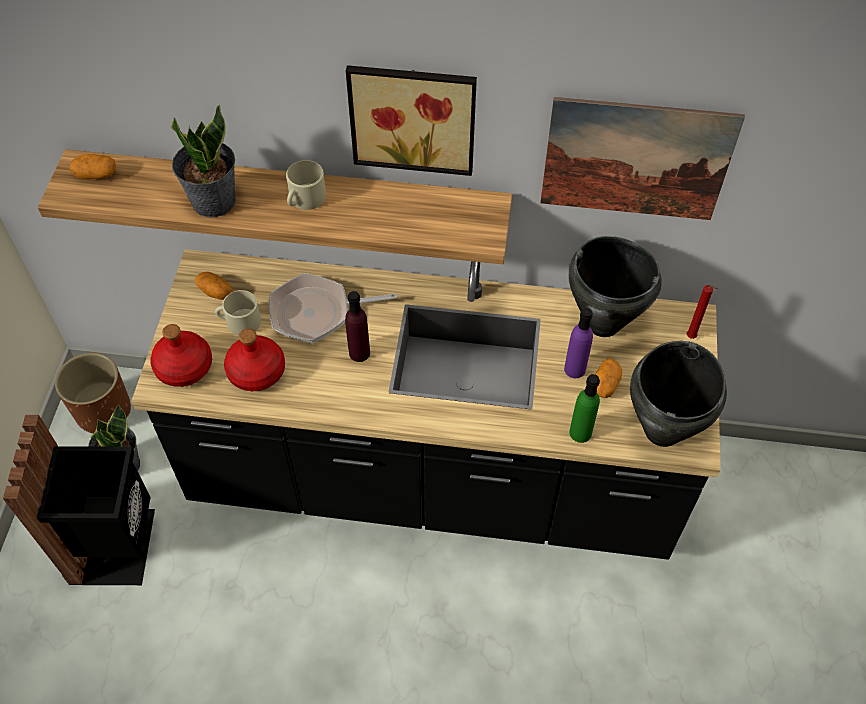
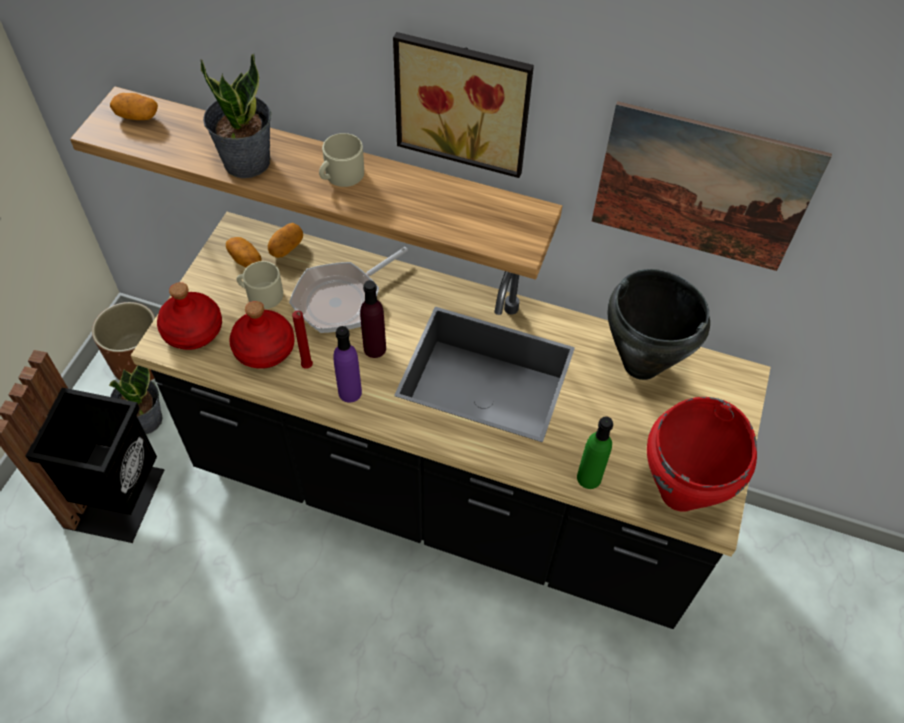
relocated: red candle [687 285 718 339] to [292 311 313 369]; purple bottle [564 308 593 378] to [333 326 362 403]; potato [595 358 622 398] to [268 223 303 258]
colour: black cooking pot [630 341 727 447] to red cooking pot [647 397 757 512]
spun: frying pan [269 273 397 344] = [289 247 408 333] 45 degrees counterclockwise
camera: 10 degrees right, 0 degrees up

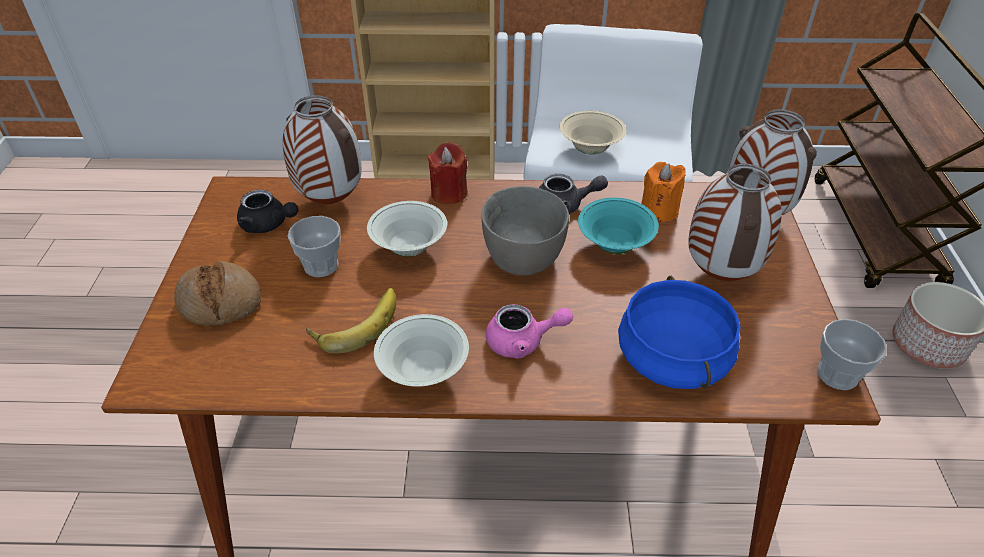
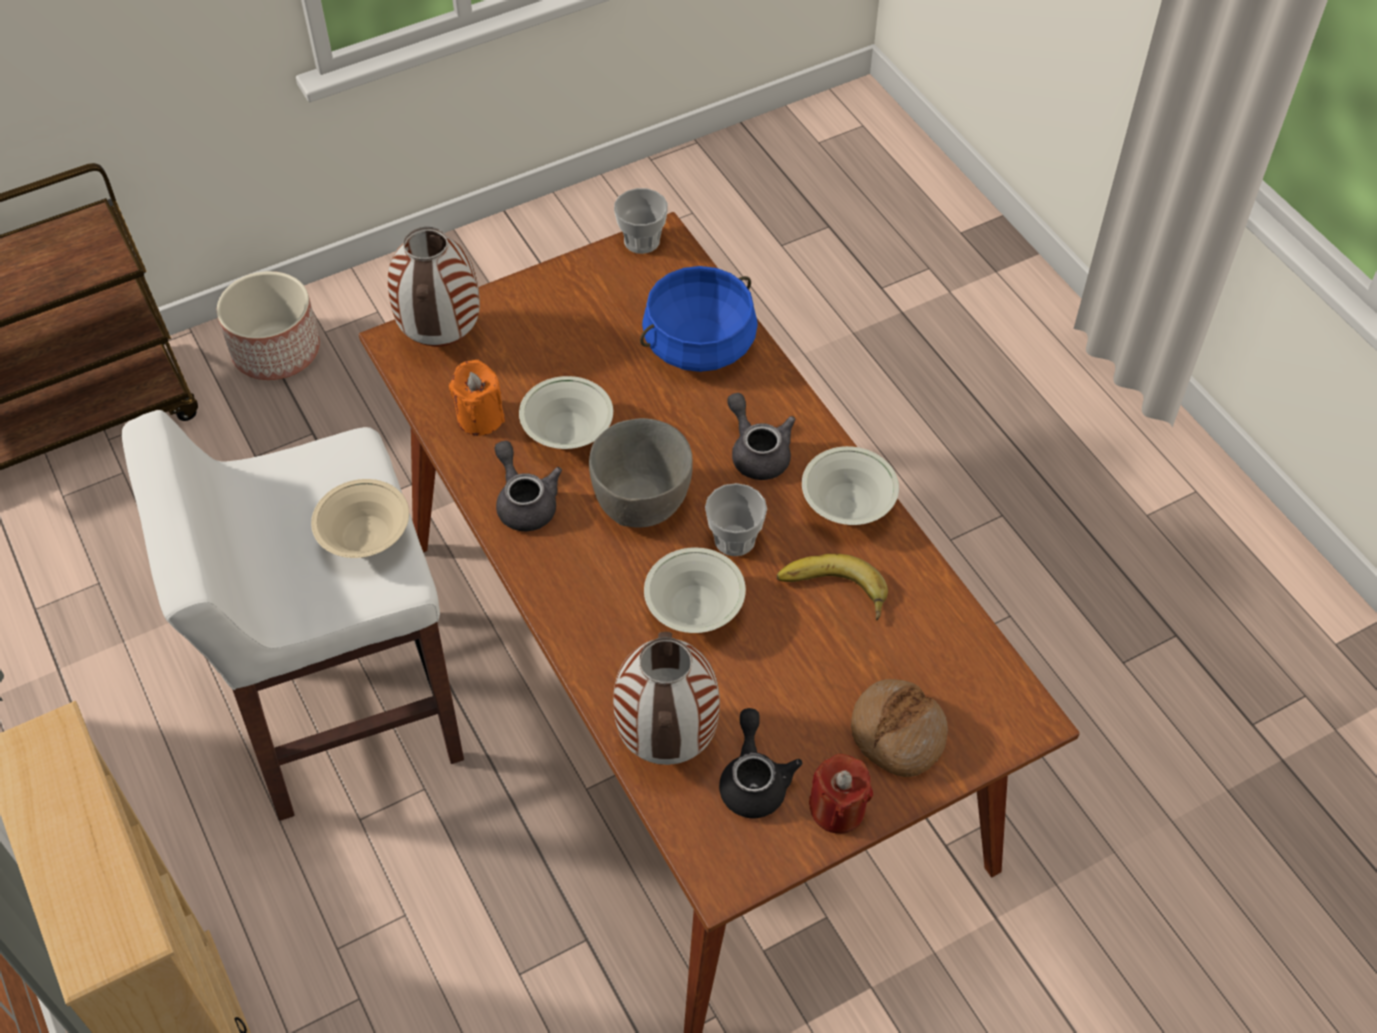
missing: vase [688 164 782 281]
relocated: red candle [428 142 468 204] to [809 754 873 834]; cup [288 216 340 277] to [705 483 767 556]
colour: turquoise bowl [578 198 659 254] to white bowl [519 376 613 449]; pink teapot [486 304 573 358] to grey teapot [727 393 796 480]
camera: 120 degrees left, 10 degrees up

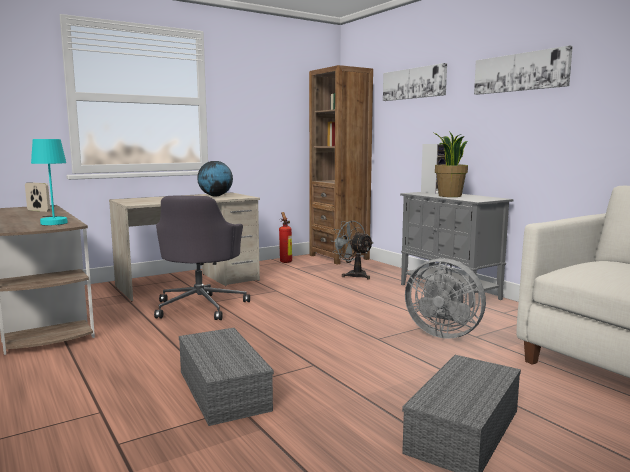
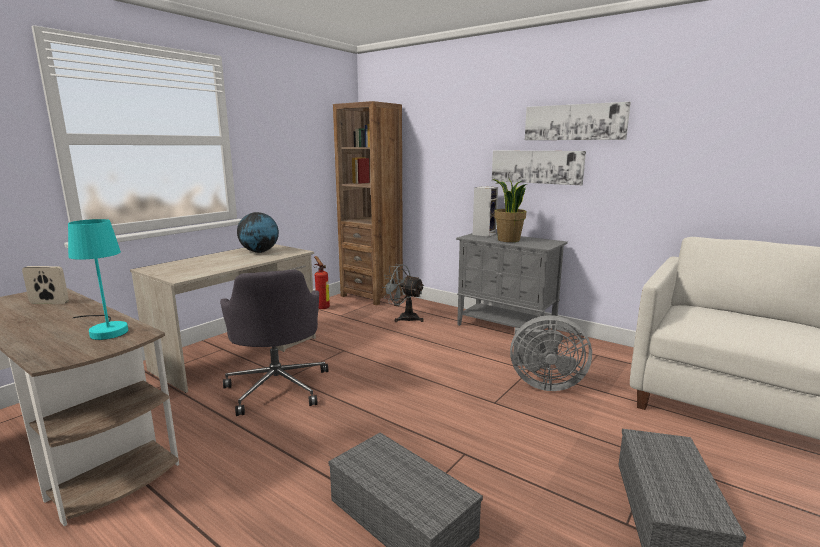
relocated: picture [383 63 447 101] to [492 150 586 185]
camera: 20 degrees left, 5 degrees up

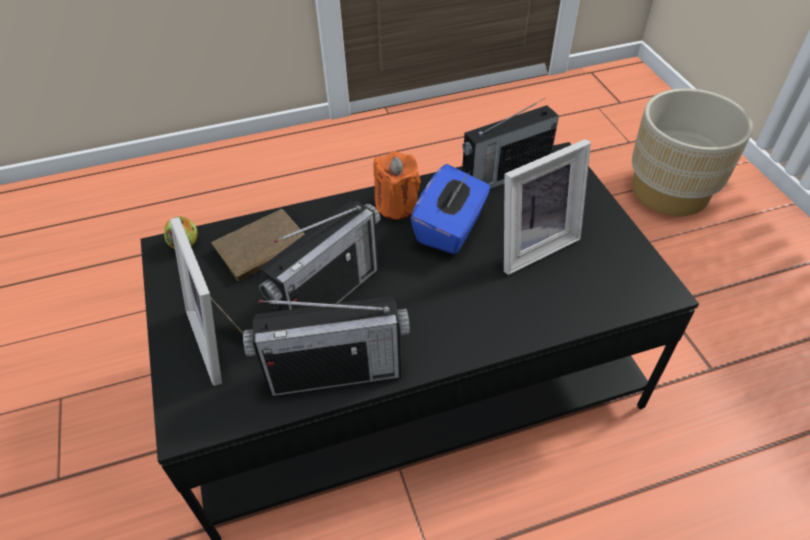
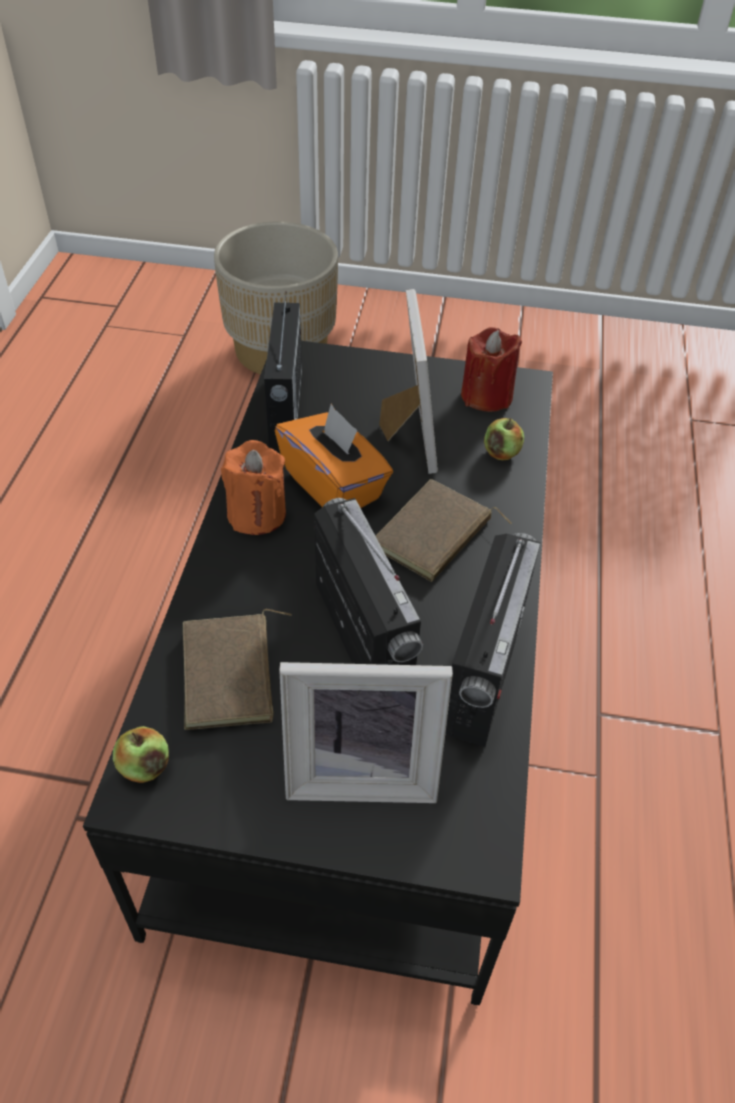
appeared: red candle [461 327 522 412]; apple [484 418 524 460]; brown book [376 479 512 582]
colour: blue tissue box [411 164 490 254] to orange tissue box [275 404 393 508]
camera: 65 degrees left, 0 degrees up

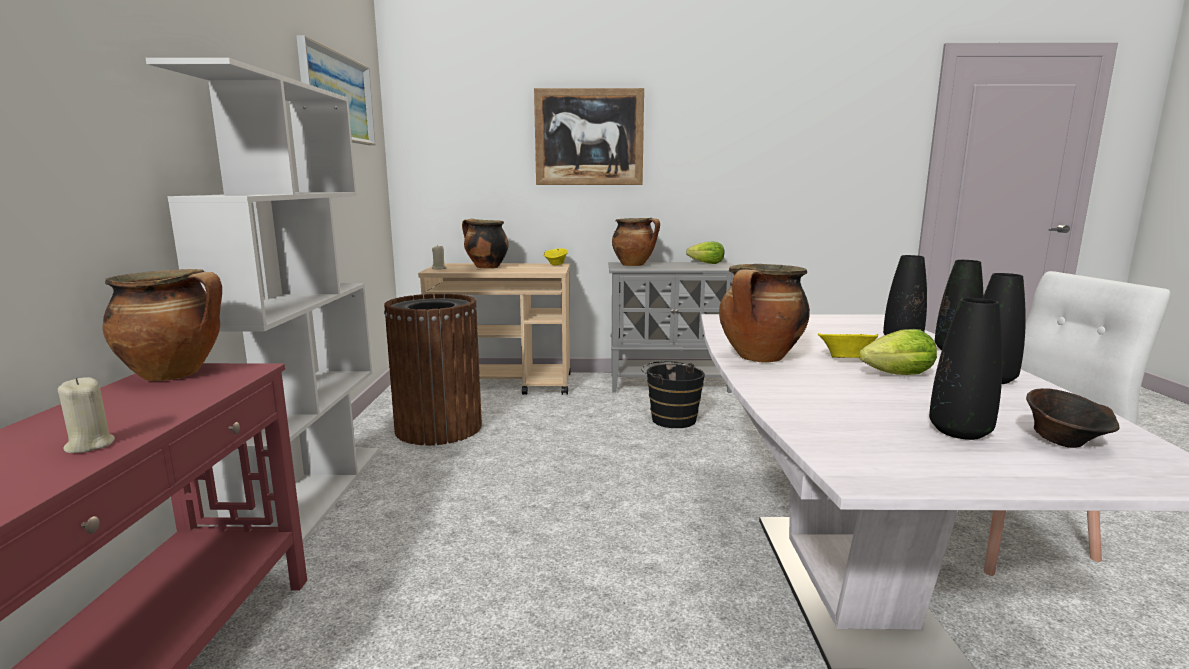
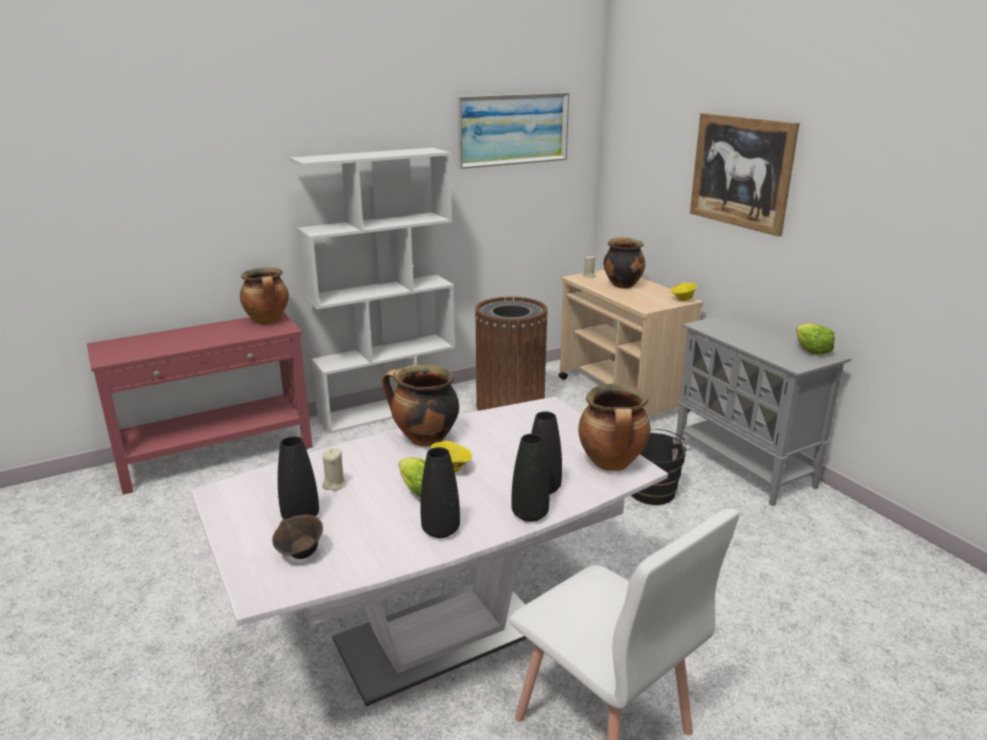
relocated: cooking pot [612 218 660 266] to [578 384 651 471]; beige candle [58 377 115 453] to [322 448 347 491]
camera: 60 degrees right, 10 degrees up

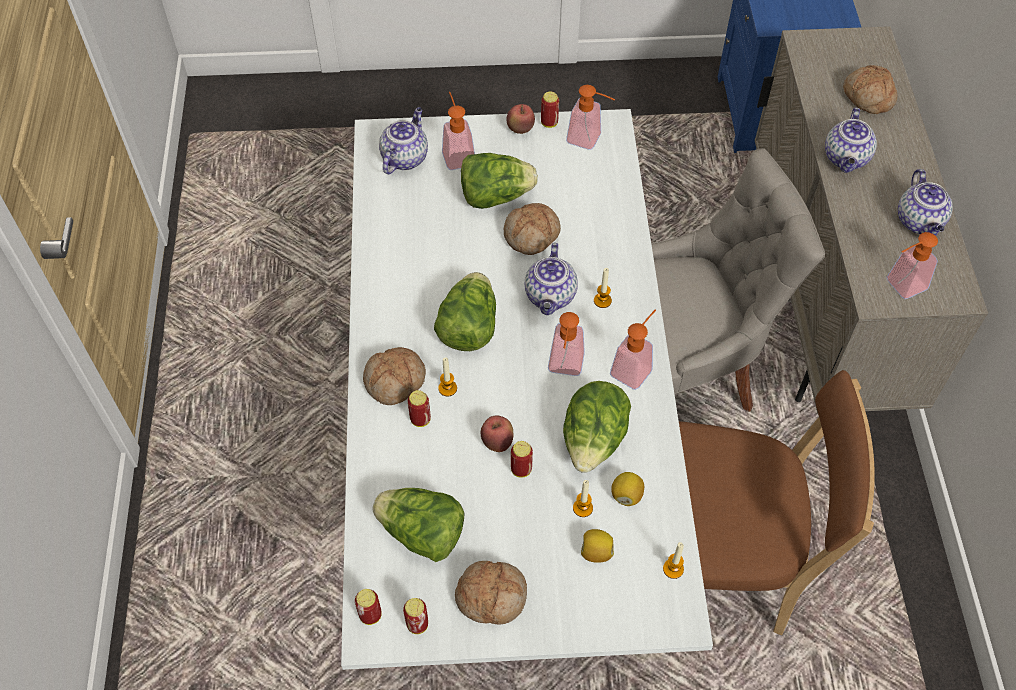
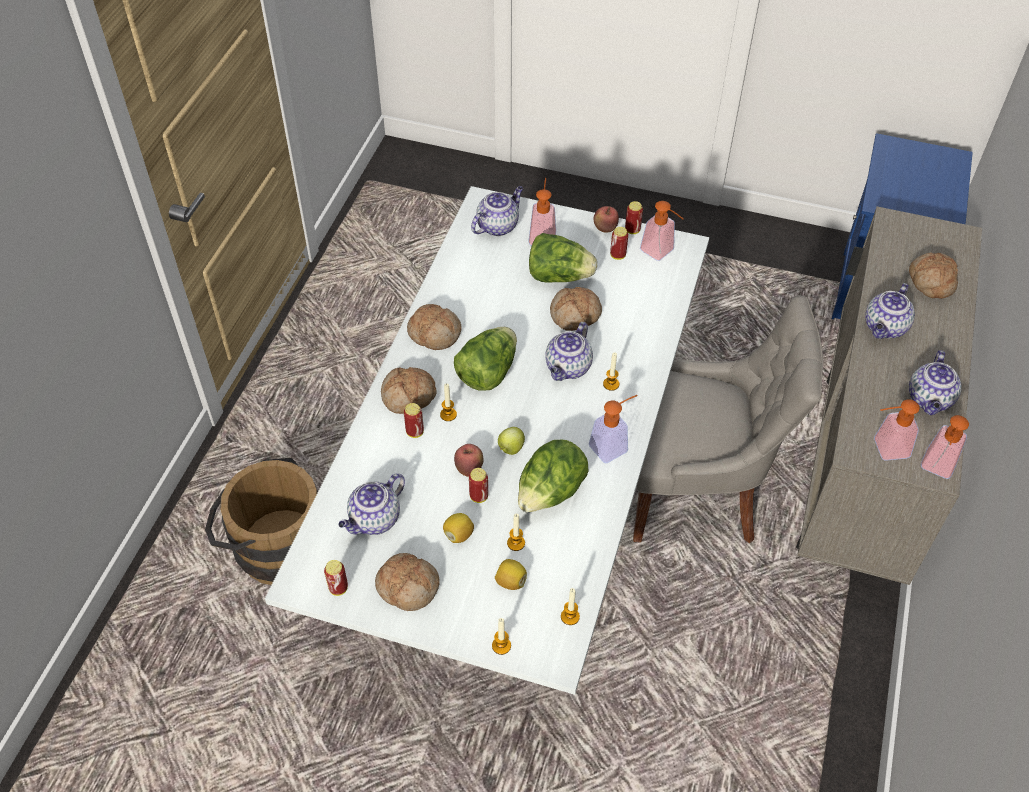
missing: brown chair [679 370 875 635]
appeared: bread [407 304 462 350]; apple [498 427 525 455]; brown bucket [205 458 318 585]; candle [492 618 511 655]
relocated: soap dispenser [548 312 585 376] to [921 415 969 479]; lemon [611 472 644 506] to [443 513 474 543]; can [355 589 382 625] to [610 227 628 260]
exchanged: lettuce [372 488 465 562] to teapot [338 473 405 535]
camera: 20 degrees right, 5 degrees down

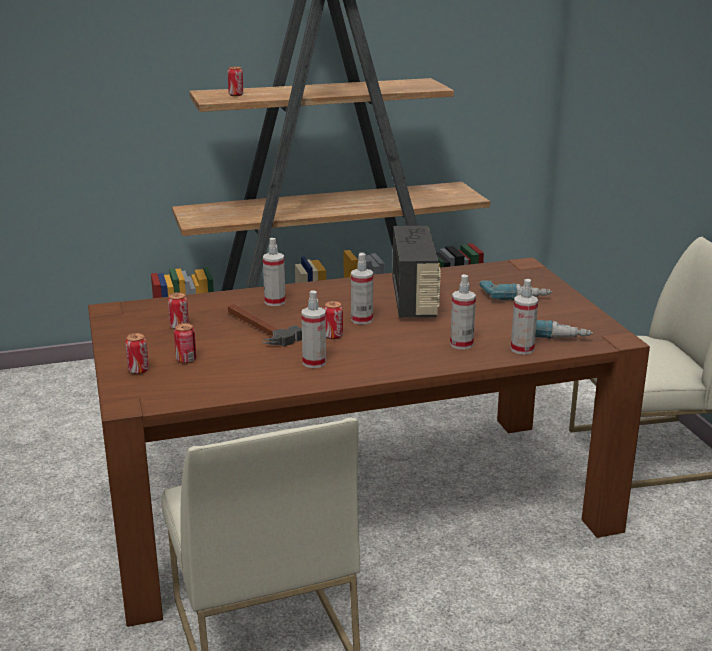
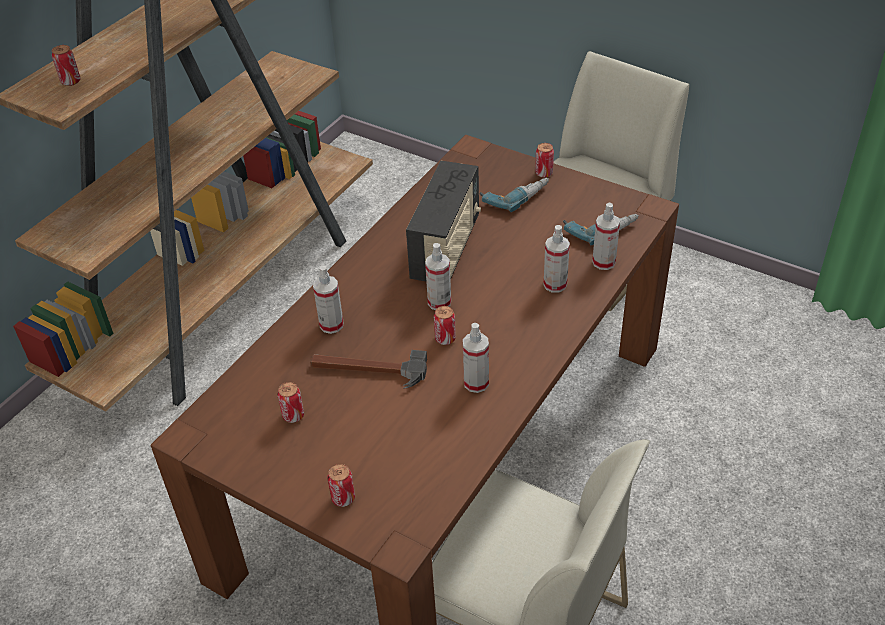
relocated: can [174 323 197 364] to [535 143 554 178]
spun: radio [393 226 441 318] = [406 161 481 281] 60 degrees clockwise
camera: 40 degrees left, 20 degrees up

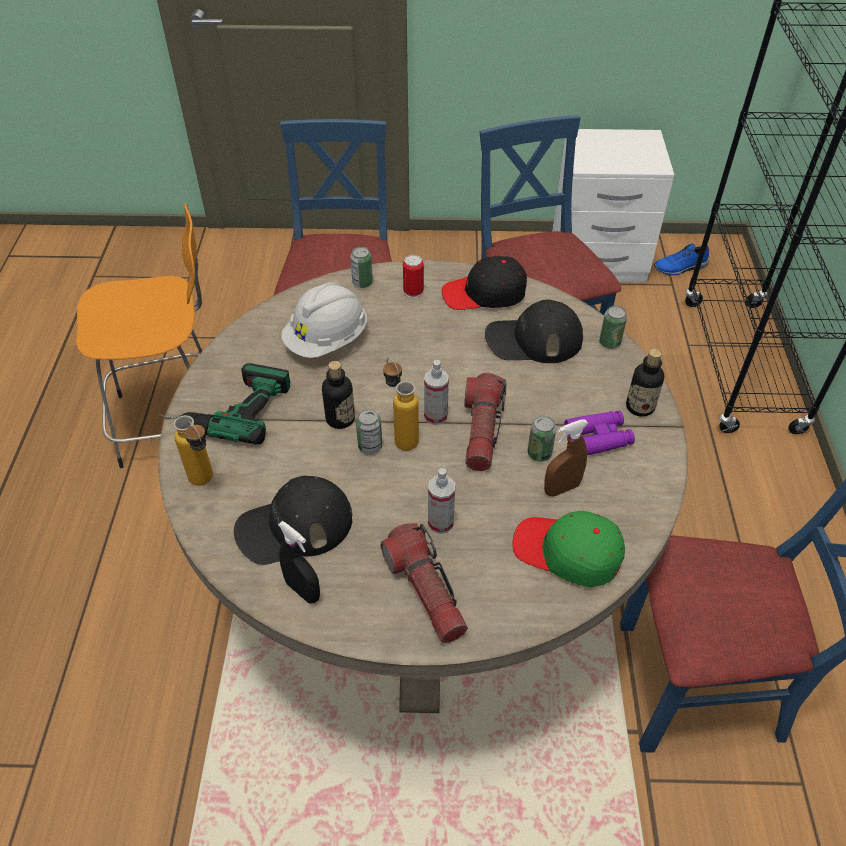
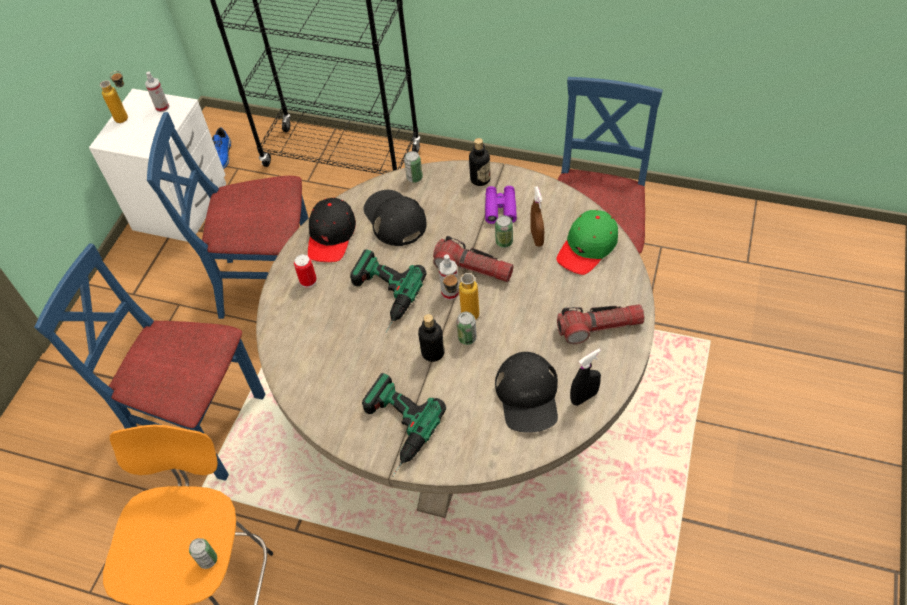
missing: white hard hat [281 282 367 358]
appeared: power drill [350 249 426 333]
relocated: can [350 247 373 288] to [189 538 217 569]; bottle [174 415 213 486] to [100 71 128 123]; spray bottle [428 468 455 534] to [145 71 169 112]
spun: black cap [485 299 583 363] = [363 190 427 246] 135 degrees clockwise
camera: 70 degrees left, 5 degrees up

